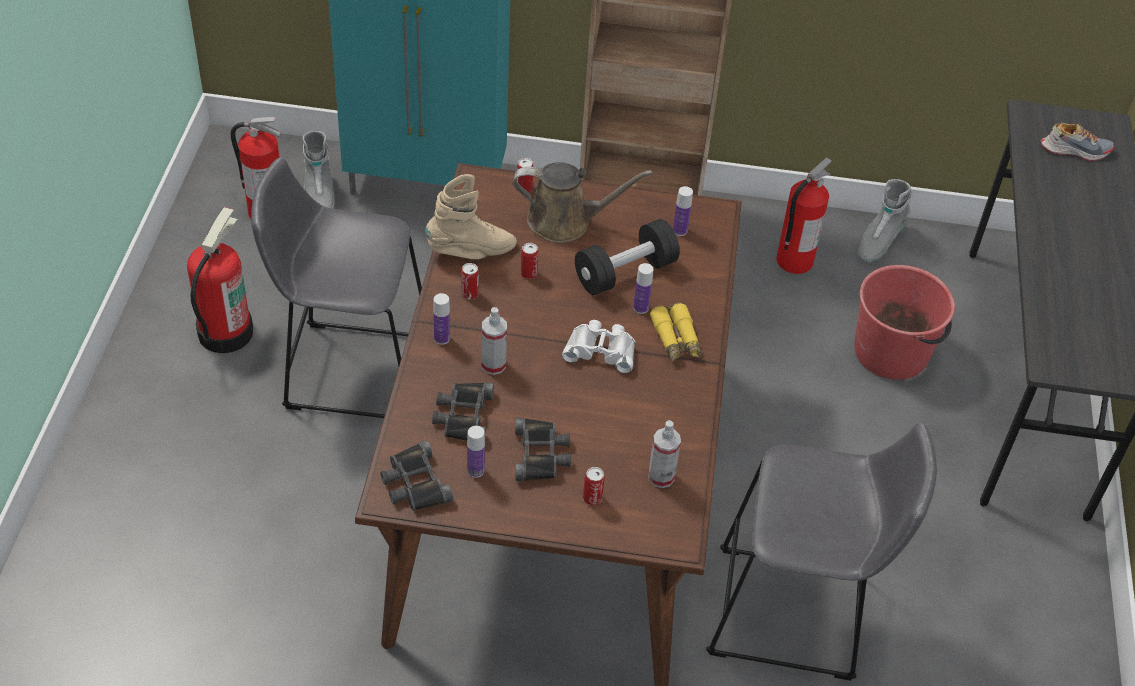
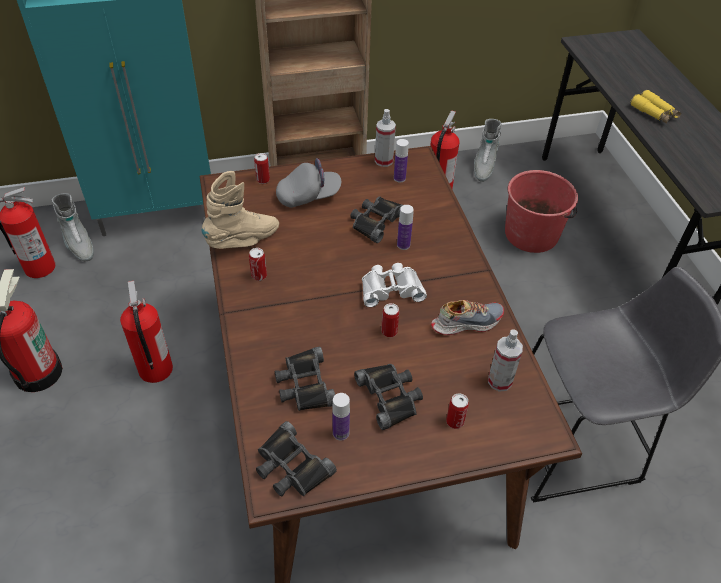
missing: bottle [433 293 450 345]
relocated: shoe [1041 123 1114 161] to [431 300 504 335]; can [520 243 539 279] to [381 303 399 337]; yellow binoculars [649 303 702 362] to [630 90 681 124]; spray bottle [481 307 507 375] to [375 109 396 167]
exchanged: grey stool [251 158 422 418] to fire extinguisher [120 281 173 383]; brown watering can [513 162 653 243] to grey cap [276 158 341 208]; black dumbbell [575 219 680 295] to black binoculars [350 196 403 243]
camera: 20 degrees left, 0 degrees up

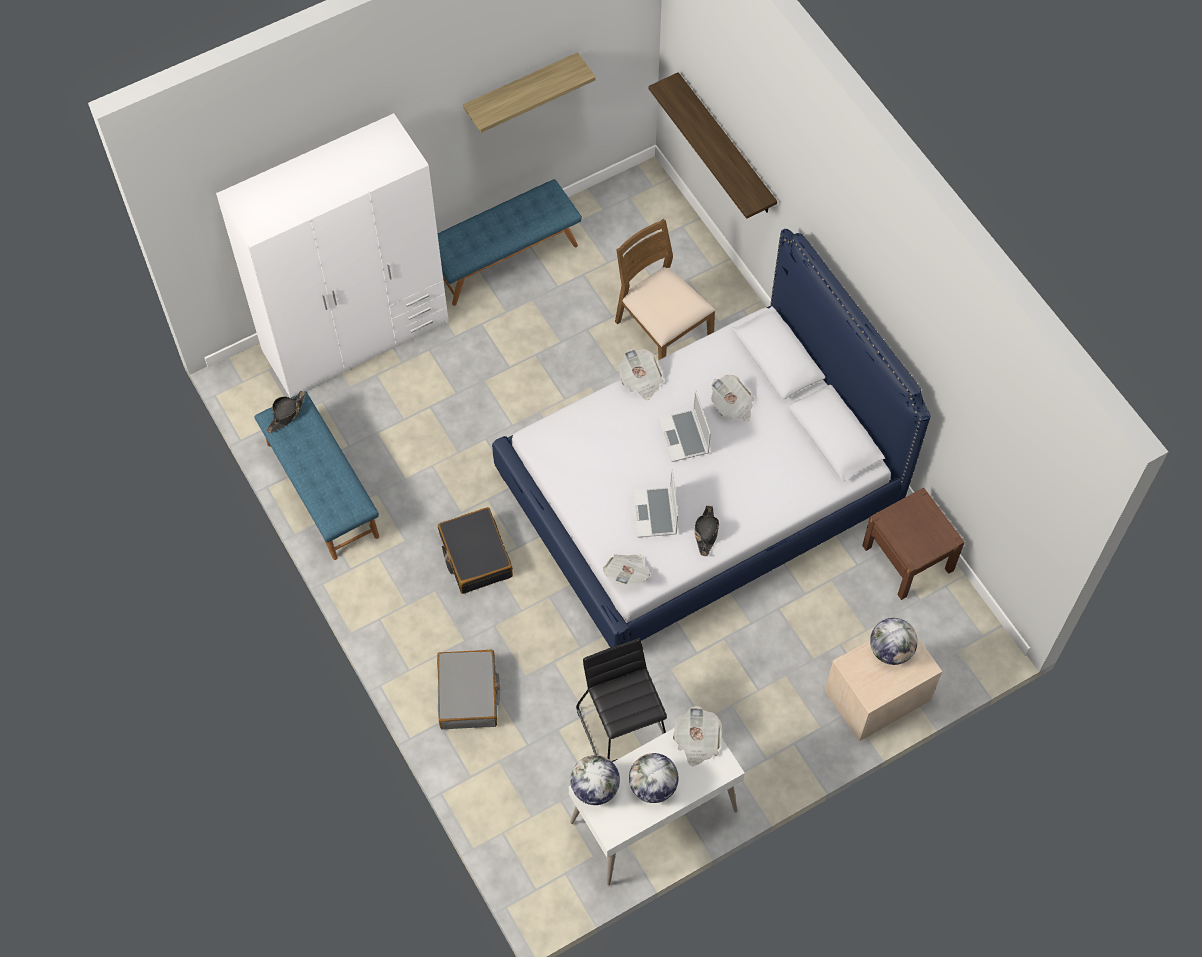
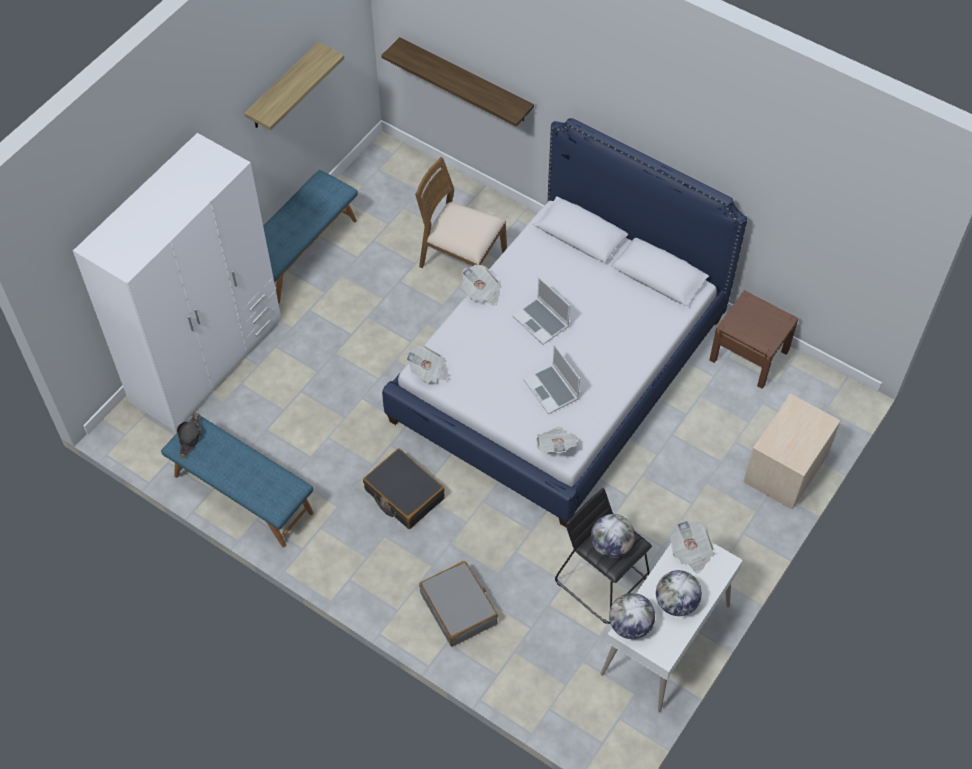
missing: black hat [694 506 719 556]
relocated: newspaper [711 375 754 422] to [406 345 450 383]; globe [870 618 918 665] to [591 514 635 558]
camera: 25 degrees left, 5 degrees down

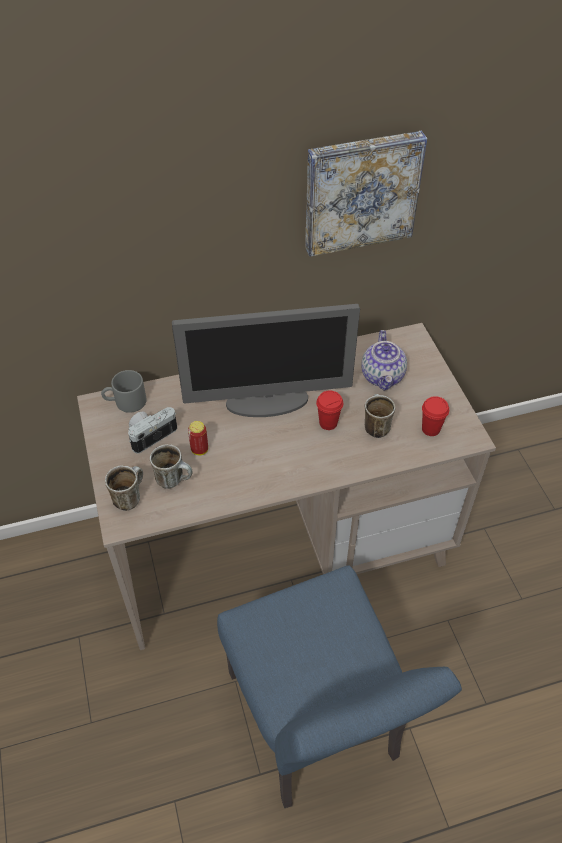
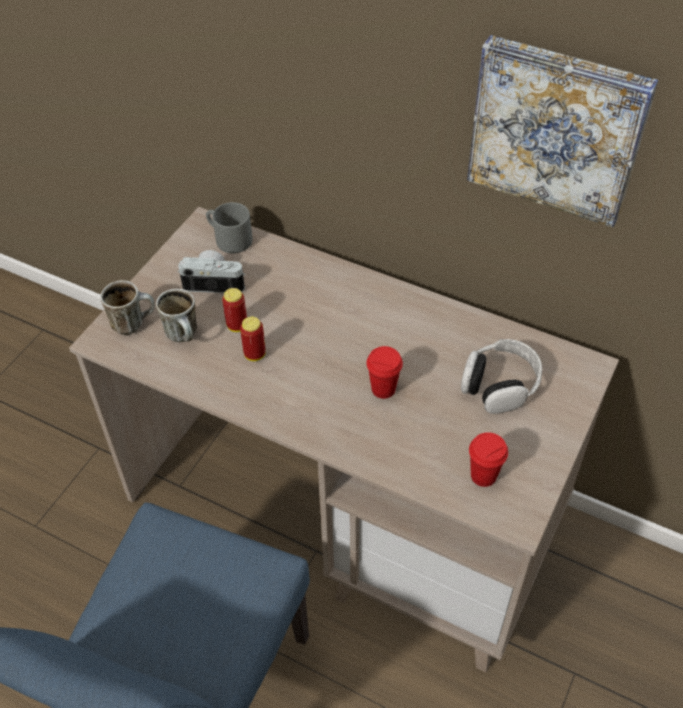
missing: monitor [172 304 360 417]; mug [365 394 395 438]
appeared: can [240 317 266 361]
exchanged: teapot [361 330 407 391] to headphones [461 339 542 414]
camera: 45 degrees right, 0 degrees up

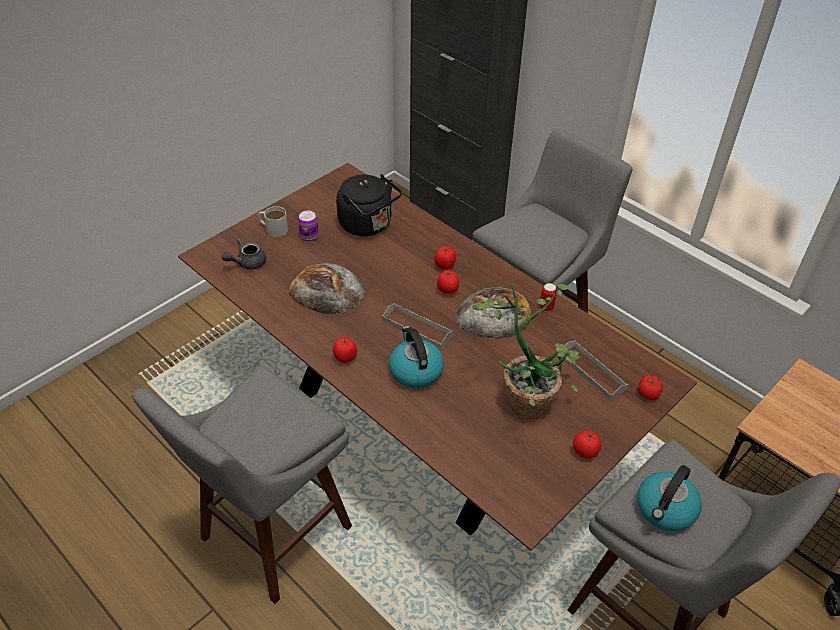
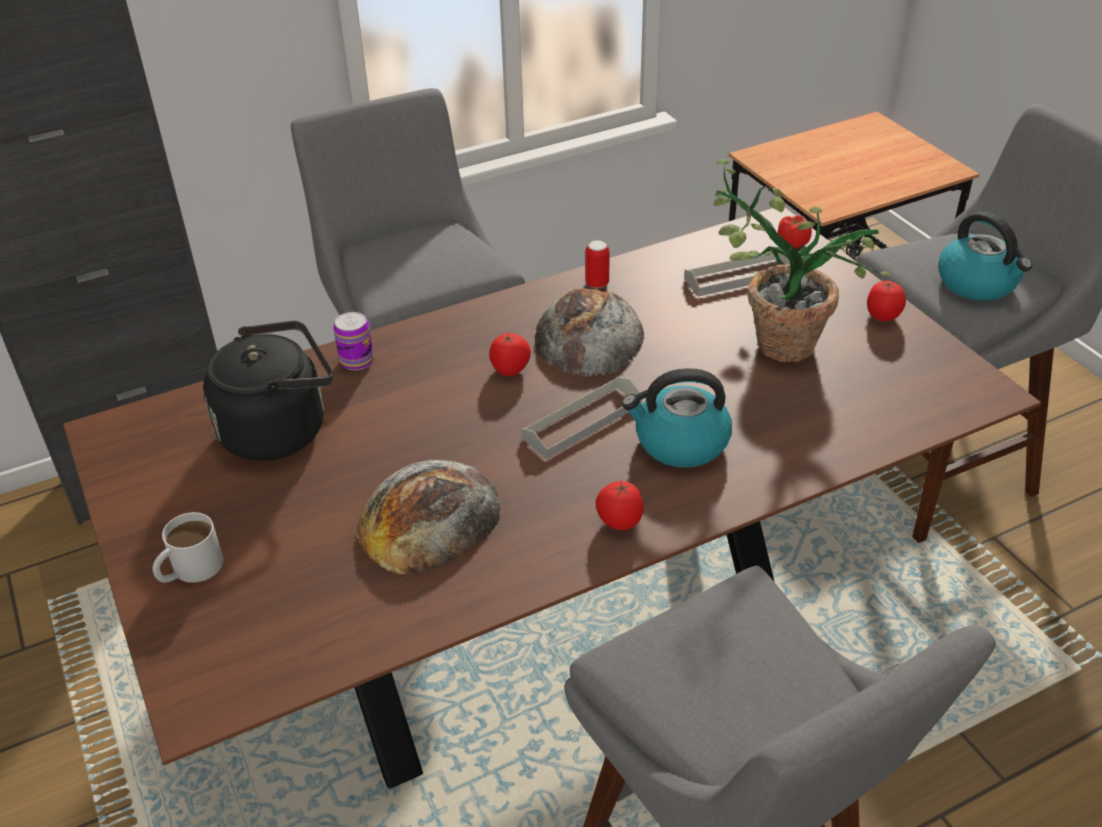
missing: grey teapot [222 239 266 270]; tomato [435 246 457 270]
relocated: can [298 211 319 242] to [333 312 374 370]
camera: 70 degrees left, 5 degrees down

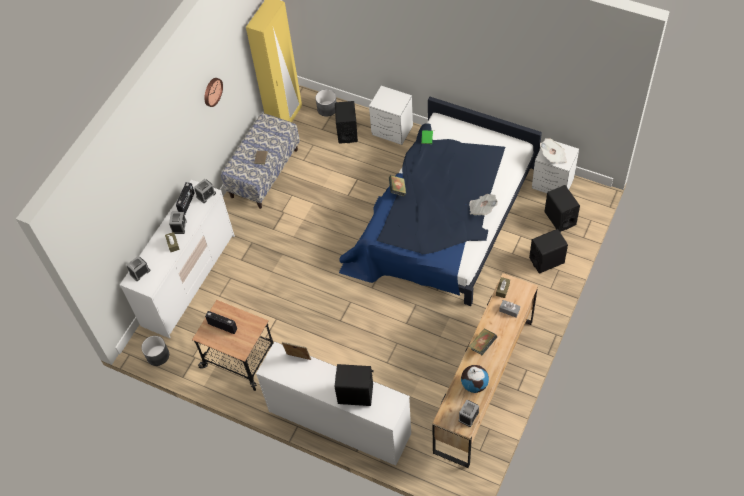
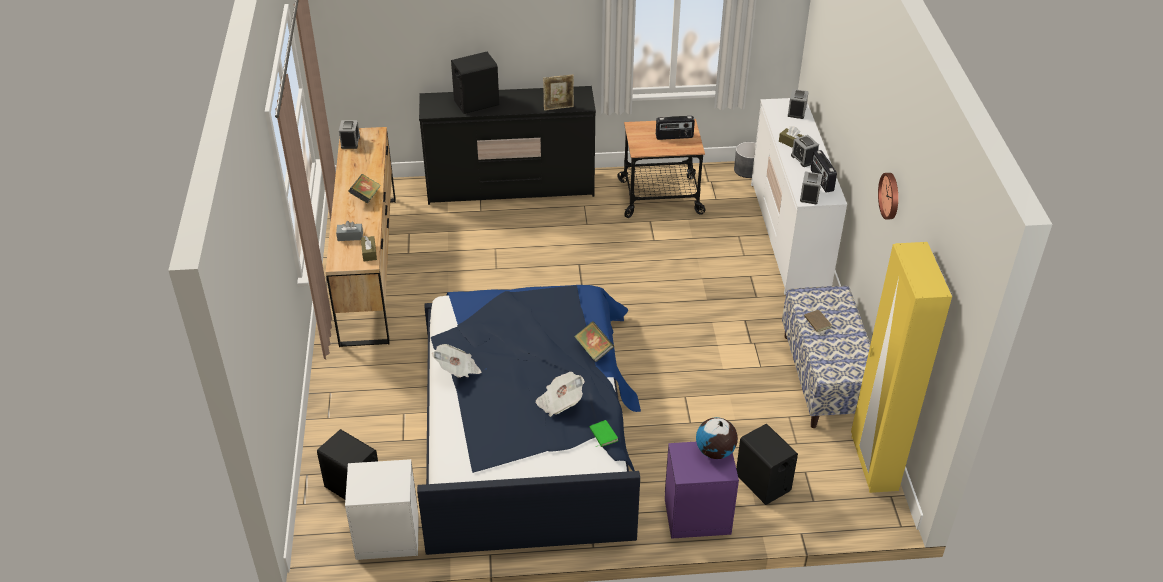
missing: grey planter [315 89 336 117]; black speaker [529 229 568 274]
relocated: newspaper [540 139 567 164] to [536 372 585 417]; globe [461 365 489 393] to [696 417 738 459]
colour: white nightstand [369 86 413 145] to purple nightstand [665 442 739 539]; white dresser [256 341 411 466] to black dresser [419 86 596 205]
camera: 145 degrees right, 15 degrees down

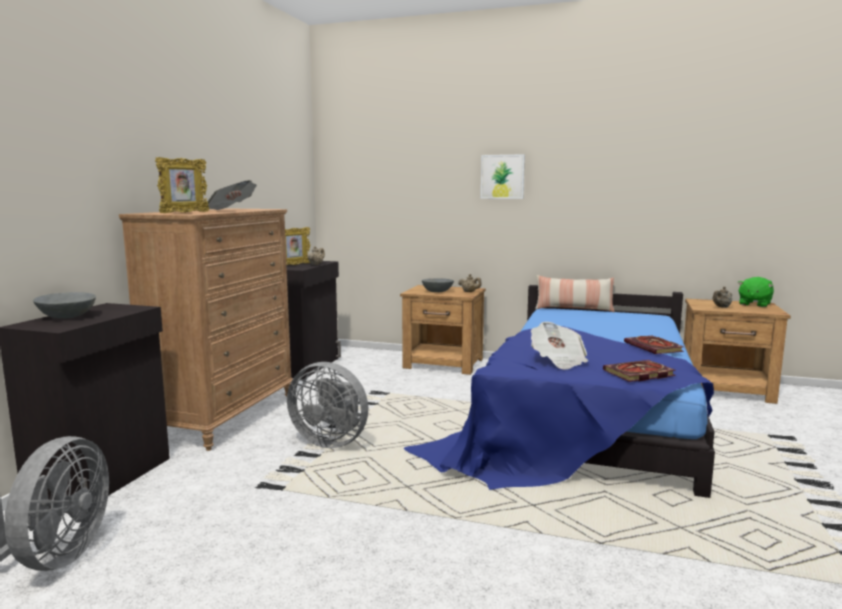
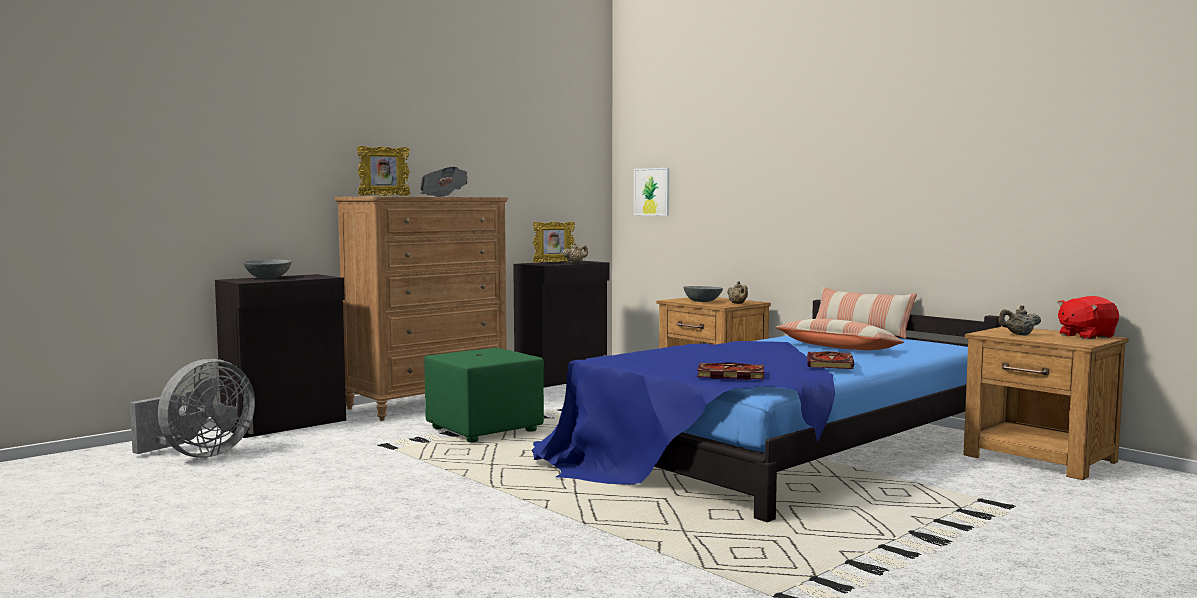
missing: newspaper [531 322 588 370]
appeared: pillow [775 319 904 350]
relocated: picture [481 154 525 199] to [634 168 669 216]
exchanged: grey fan [287 362 368 448] to green ottoman [424 348 544 442]
colour: green plush toy [737 277 774 307] to red plush toy [1057 296 1119 339]
camera: 30 degrees right, 5 degrees down

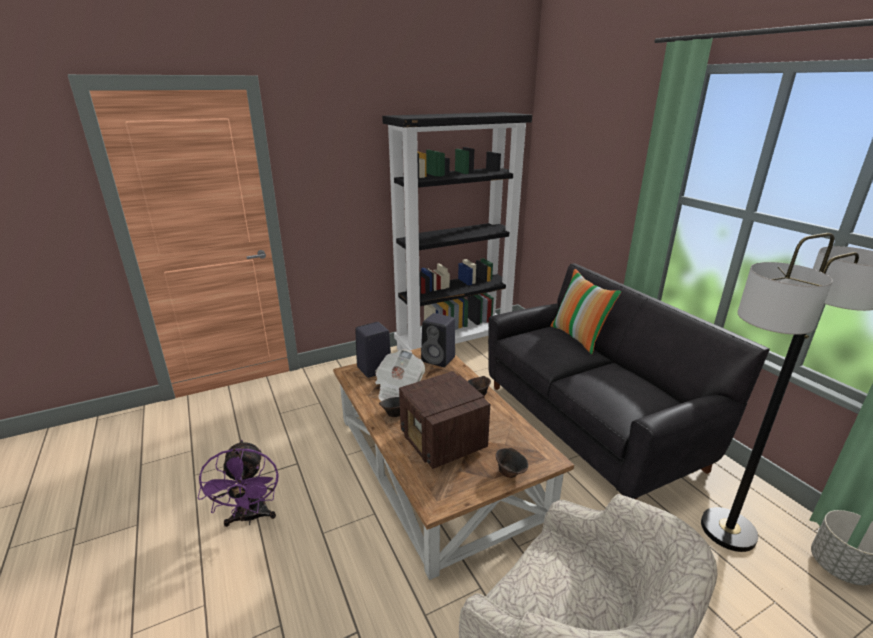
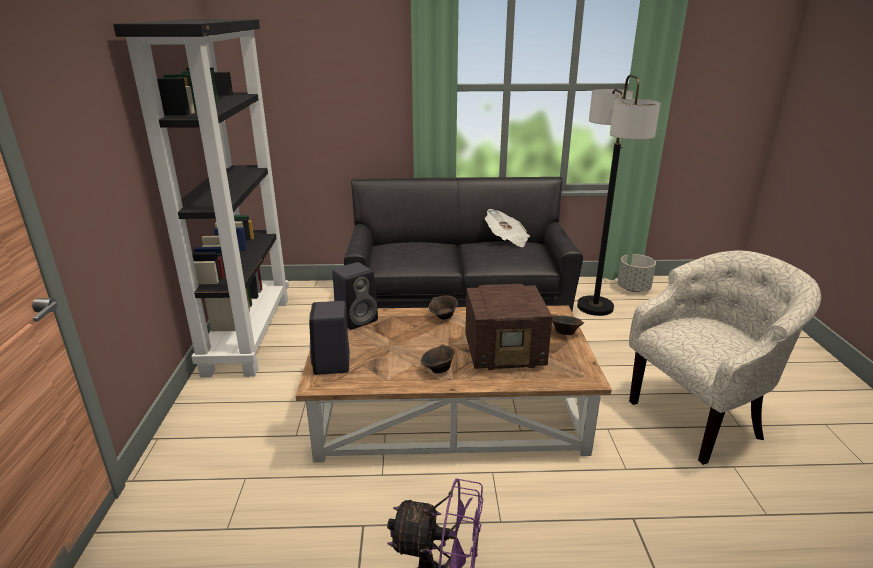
missing: pillow [551 269 621 354]
relocated: newspaper [375 349 425 401] to [485 209 530 247]
camera: 65 degrees left, 0 degrees up

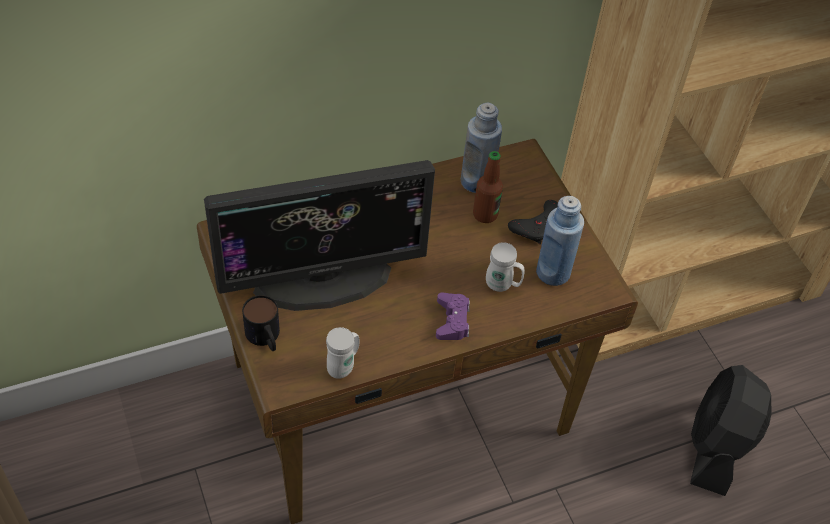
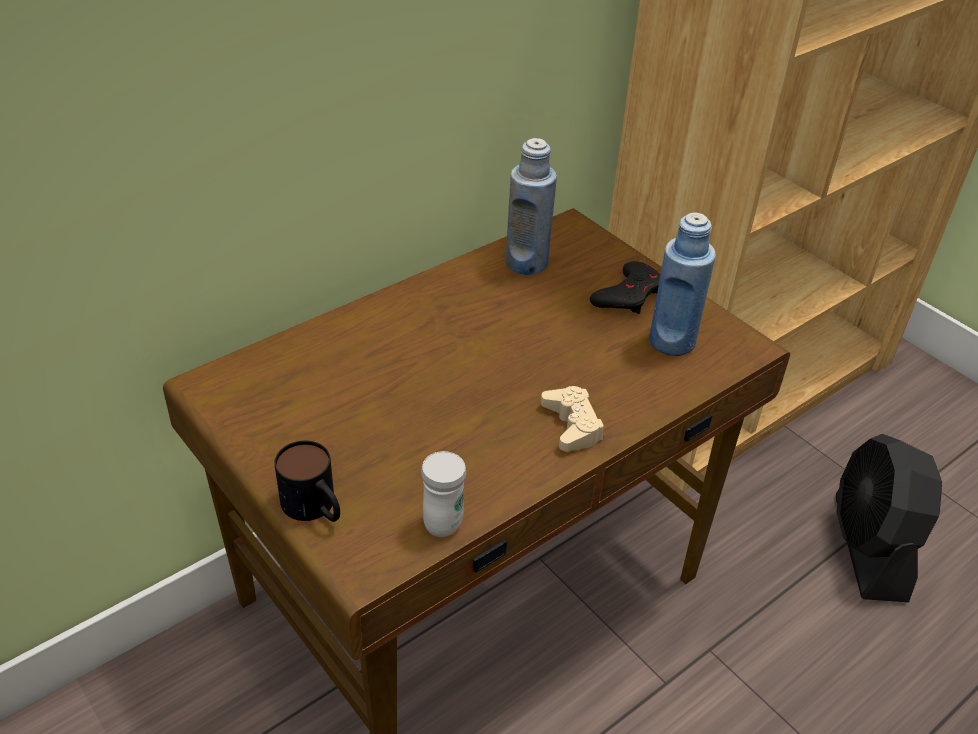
missing: bottle [473 151 503 223]; monitor [204 160 435 311]; white mug [486 242 525 292]
colour: purple game controller [436 292 470 340] to beige game controller [541 386 604 451]
camera: 15 degrees left, 10 degrees down

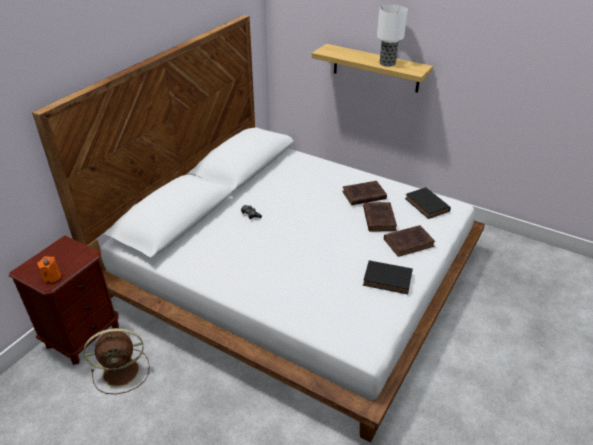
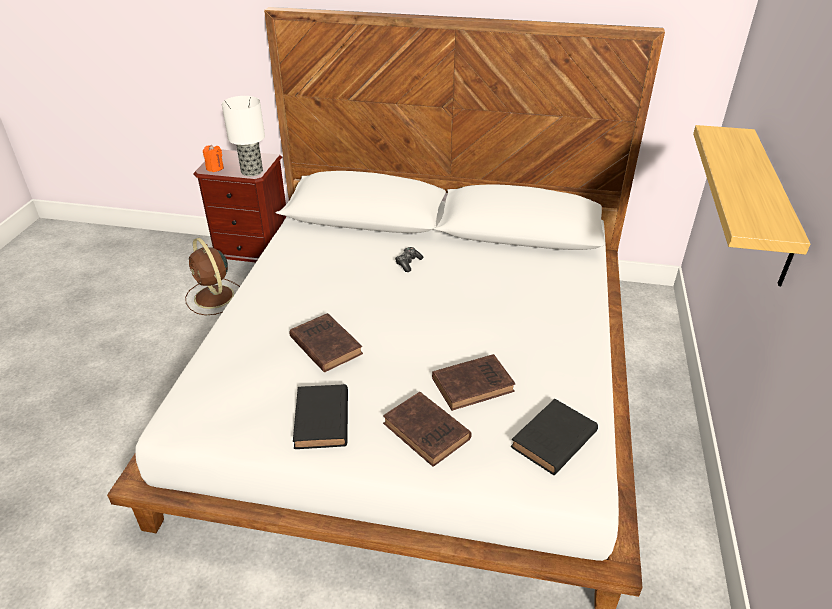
relocated: table lamp [377 5 408 67] to [222 96 265 176]; brown book [342 181 387 205] to [290 313 363 372]
camera: 70 degrees right, 0 degrees up

